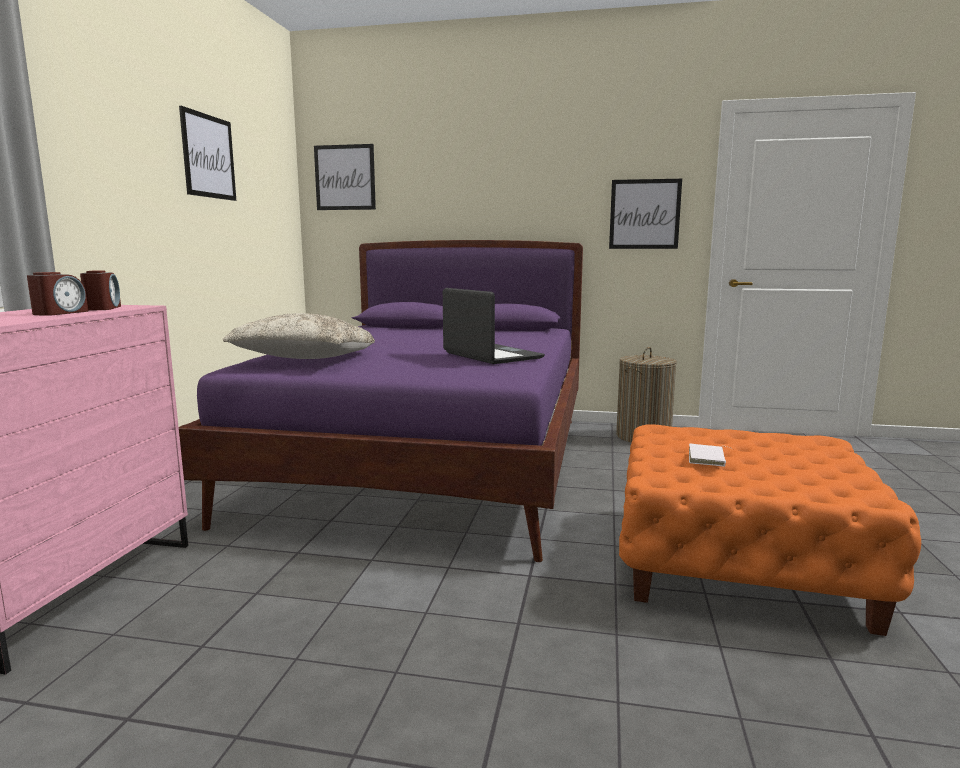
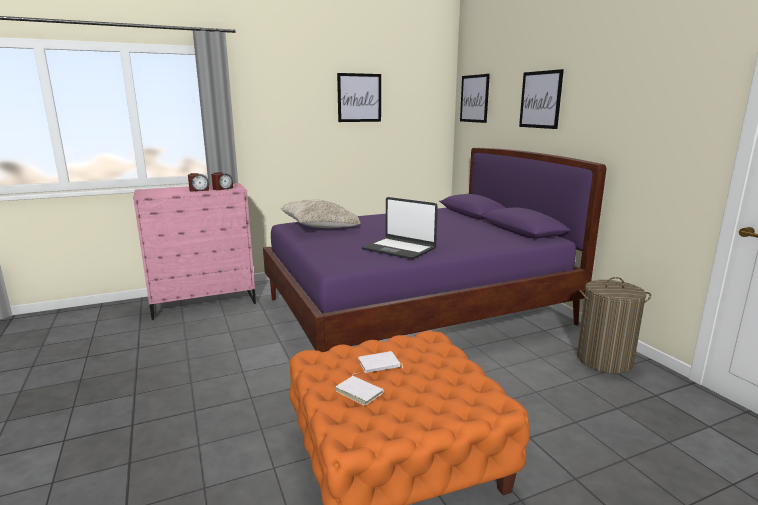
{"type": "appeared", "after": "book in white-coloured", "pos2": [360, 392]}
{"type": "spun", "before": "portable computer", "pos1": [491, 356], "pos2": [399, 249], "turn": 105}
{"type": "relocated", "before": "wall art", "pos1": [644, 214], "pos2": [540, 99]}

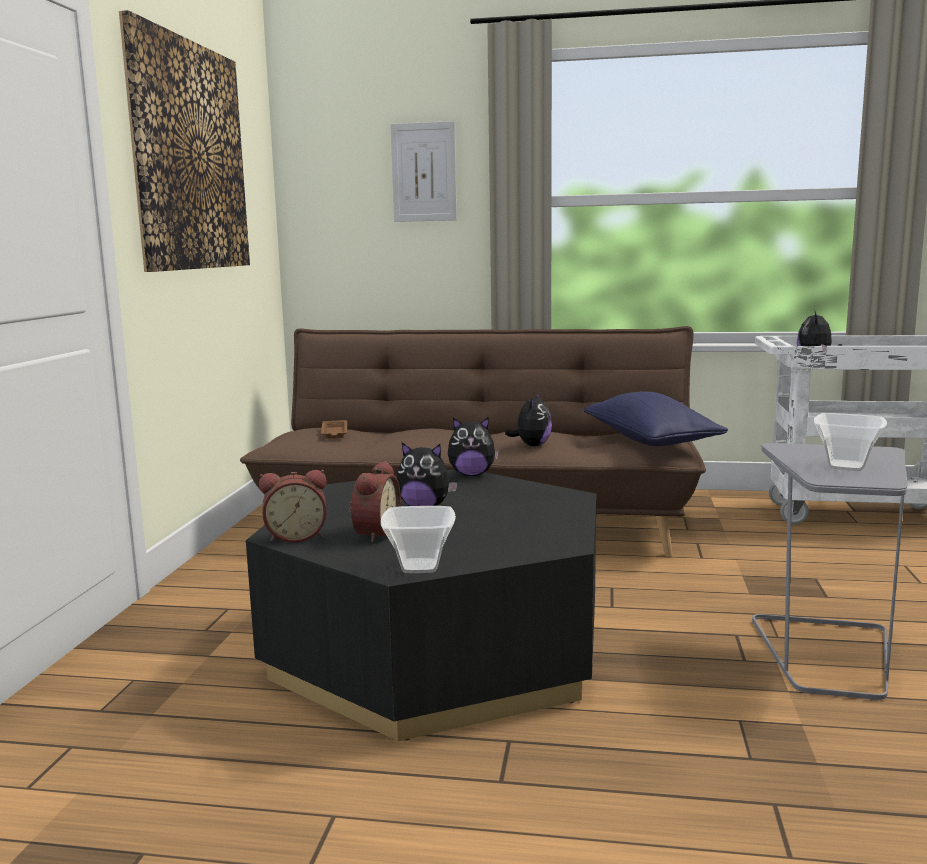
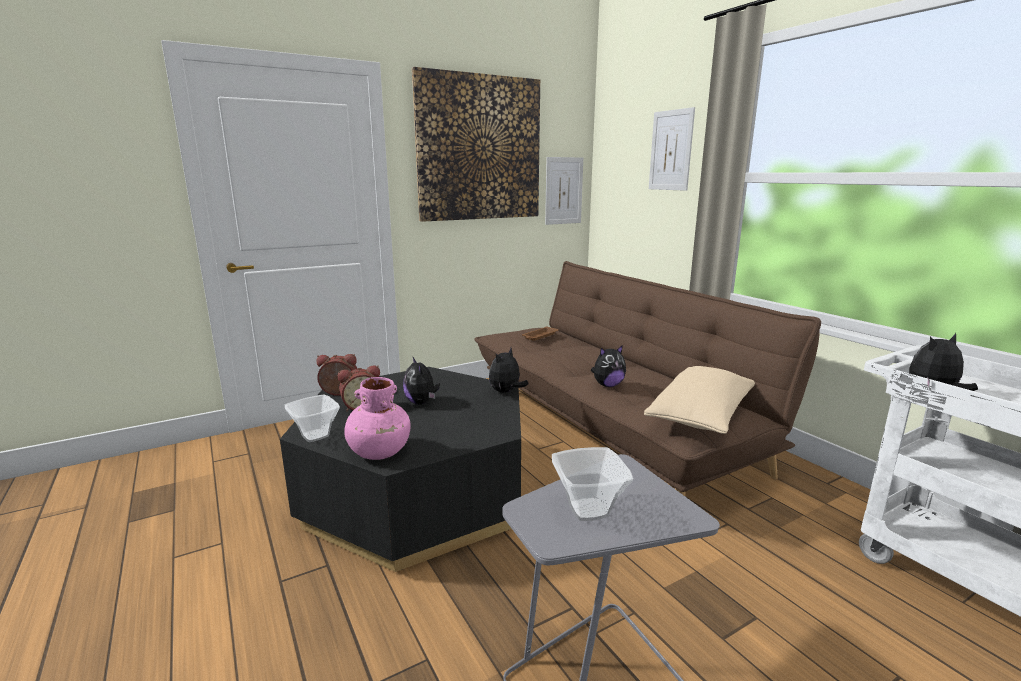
{"type": "spun", "before": "alarm clock", "pos1": [296, 536], "pos2": [339, 393], "turn": 135}
{"type": "appeared", "after": "decorative vase in pink-coloured", "pos2": [379, 452]}
{"type": "spun", "before": "plush toy", "pos1": [472, 474], "pos2": [506, 392], "turn": 75}
{"type": "appeared", "after": "wall art", "pos2": [563, 191]}
{"type": "colour", "before": "throw pillow in bluish", "after": "throw pillow in beige-coloured", "pos1": [650, 441], "pos2": [701, 415]}

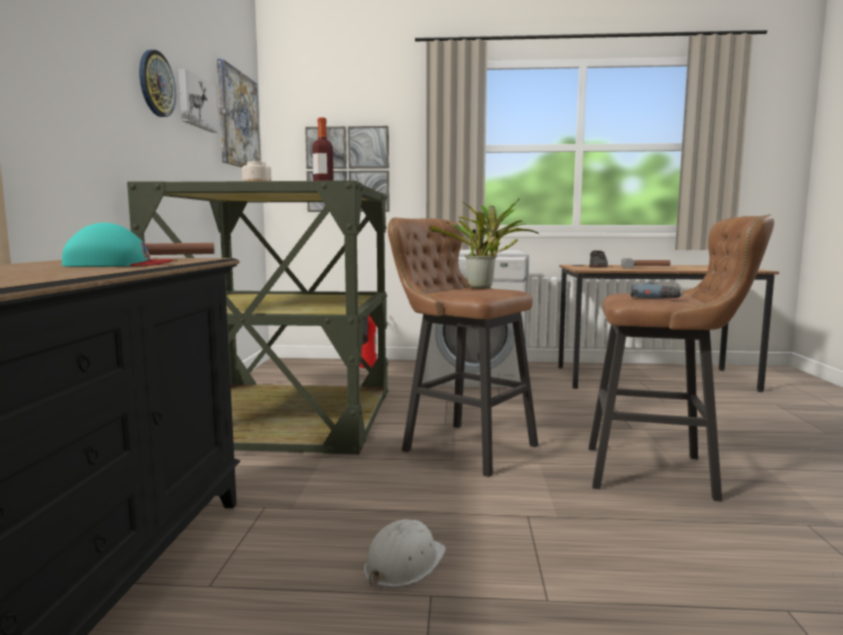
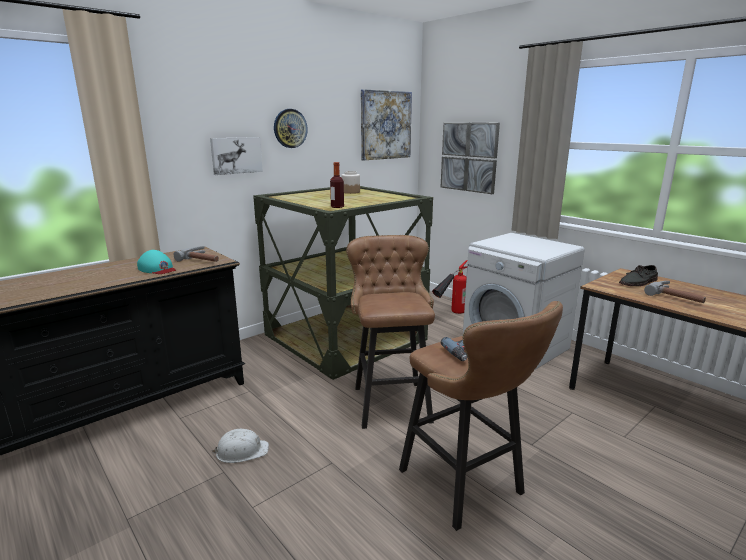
{"type": "relocated", "before": "wall art", "pos1": [196, 102], "pos2": [236, 155]}
{"type": "missing", "before": "houseplant", "pos1": [483, 287]}

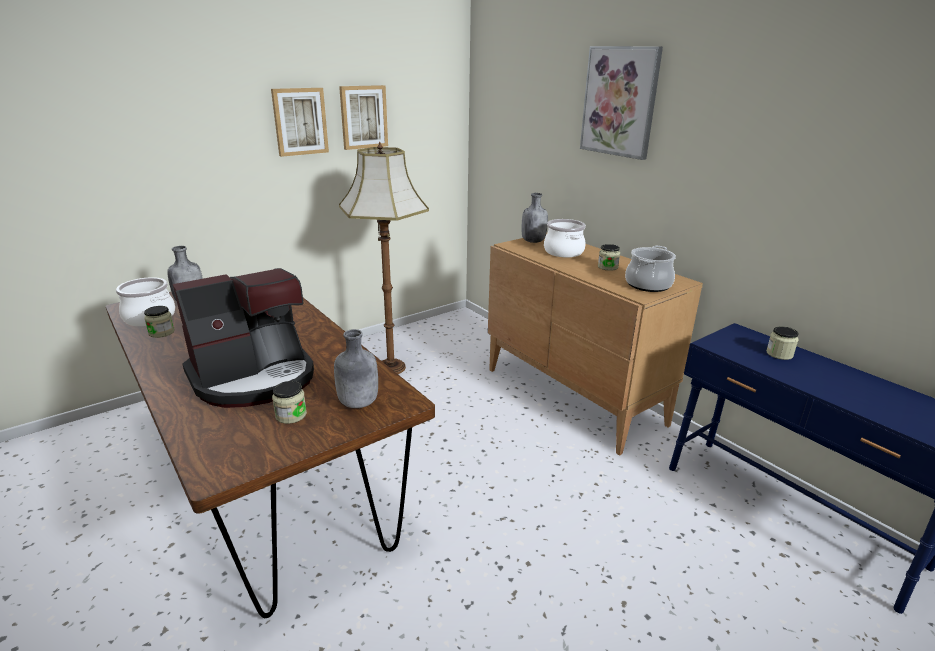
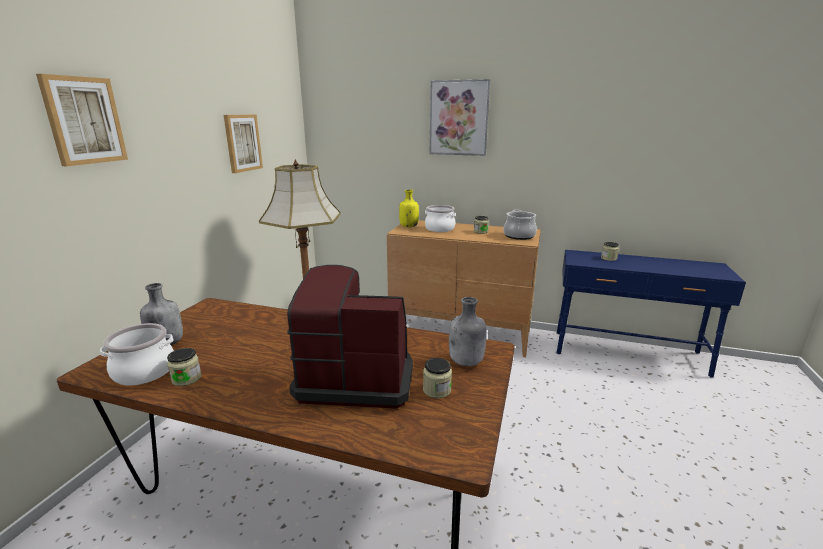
{"type": "relocated", "before": "wall art", "pos1": [300, 121], "pos2": [84, 120]}
{"type": "spun", "before": "coffee maker", "pos1": [254, 378], "pos2": [355, 377], "turn": -105}
{"type": "colour", "before": "drink bottle in grey", "after": "drink bottle in yellowish", "pos1": [533, 241], "pos2": [408, 226]}

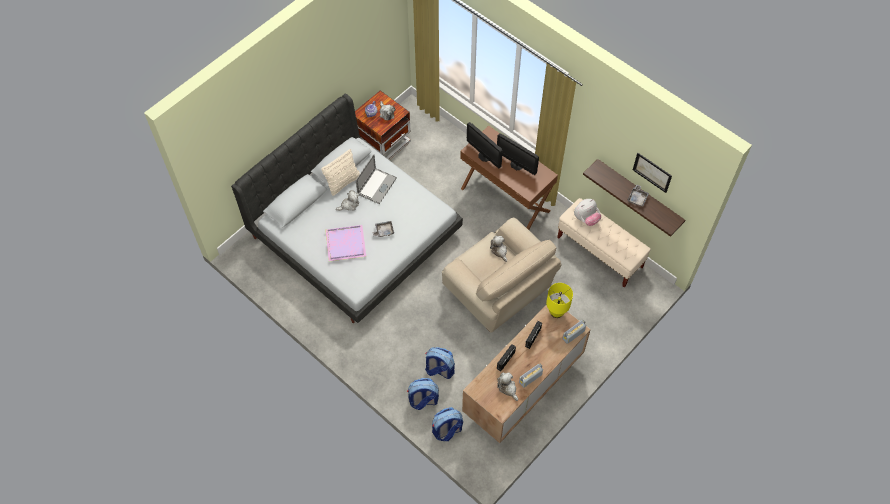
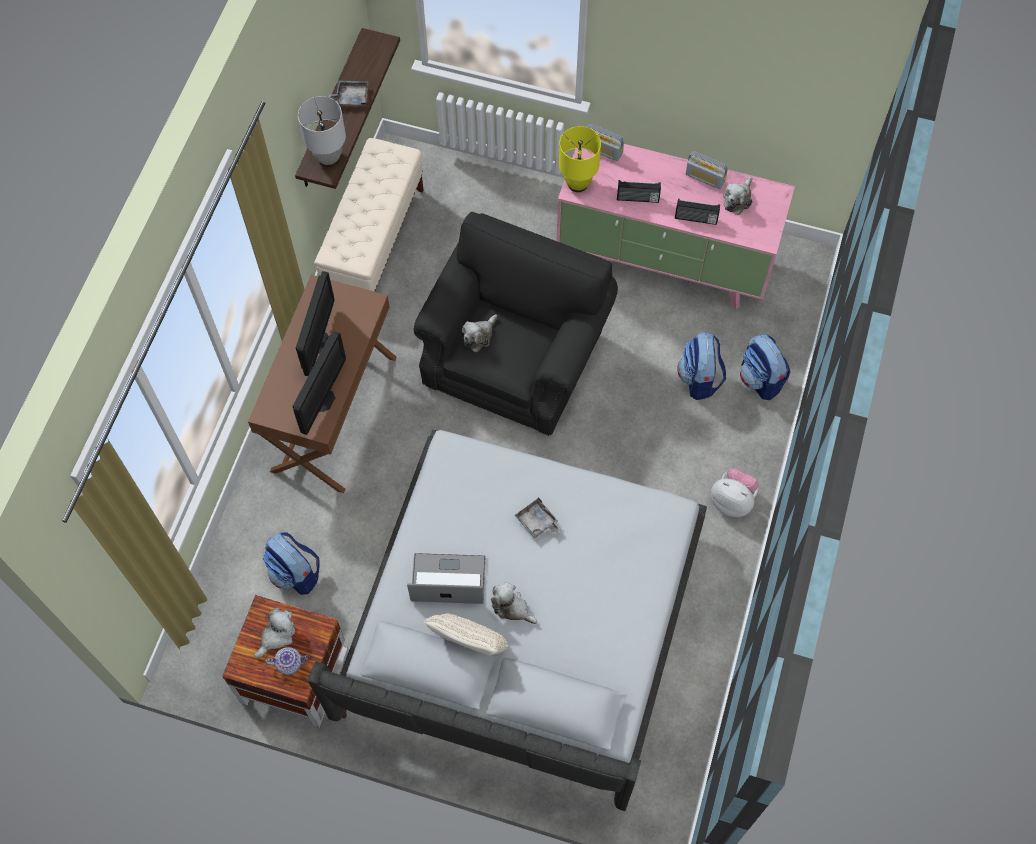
{"type": "relocated", "before": "knapsack", "pos1": [447, 430], "pos2": [295, 573]}
{"type": "appeared", "after": "lamp for a table in white-coloured", "pos2": [328, 158]}
{"type": "colour", "before": "easy chair in beige-coloured", "after": "easy chair in blackish", "pos1": [498, 289], "pos2": [516, 355]}
{"type": "colour", "before": "drawer chest in green-coloured", "after": "drawer chest in pink-coloured", "pos1": [522, 389], "pos2": [665, 258]}
{"type": "relocated", "before": "plush toy", "pos1": [586, 219], "pos2": [732, 500]}
{"type": "missing", "before": "carrying tray in purple-coloured", "pos1": [345, 243]}
{"type": "missing", "before": "wall art", "pos1": [652, 172]}

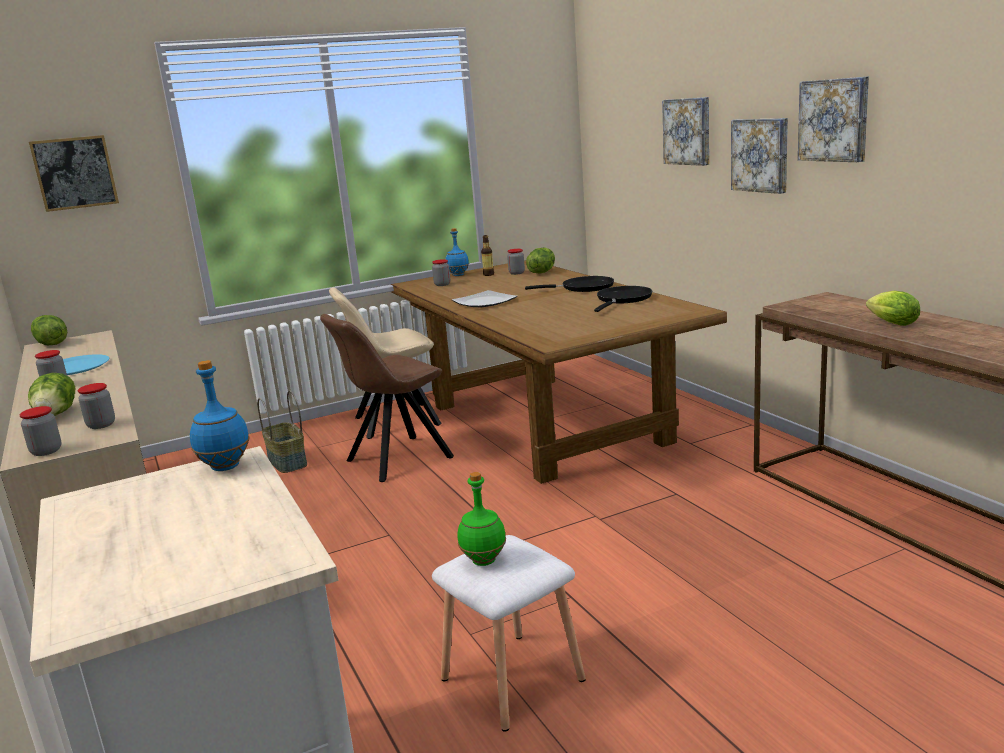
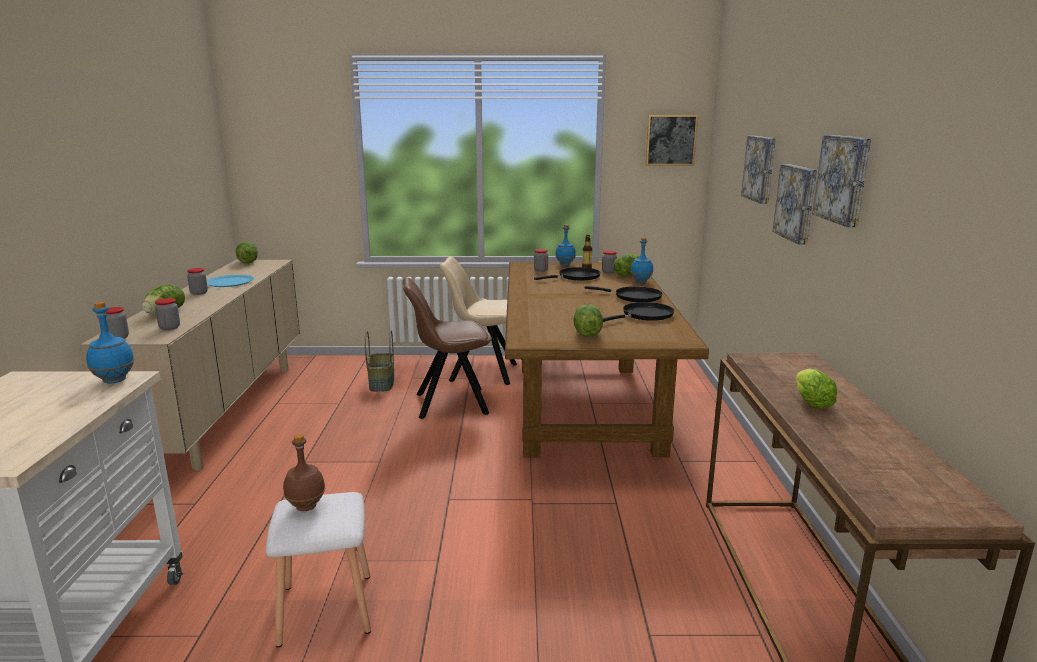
{"type": "colour", "before": "drink bottle in green-coloured", "after": "drink bottle in brown", "pos1": [484, 561], "pos2": [306, 507]}
{"type": "appeared", "after": "pan in blackish", "pos2": [576, 277]}
{"type": "appeared", "after": "lettuce head", "pos2": [586, 333]}
{"type": "appeared", "after": "drink bottle in bluish", "pos2": [641, 281]}
{"type": "relocated", "before": "wall art", "pos1": [75, 173], "pos2": [671, 140]}
{"type": "missing", "before": "flat dish", "pos1": [484, 302]}

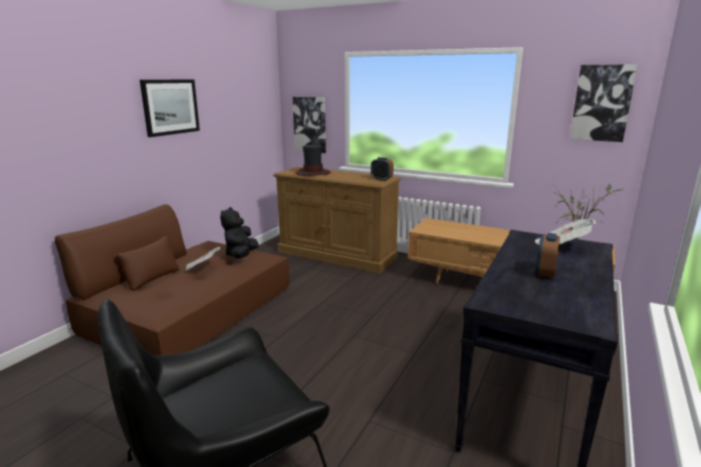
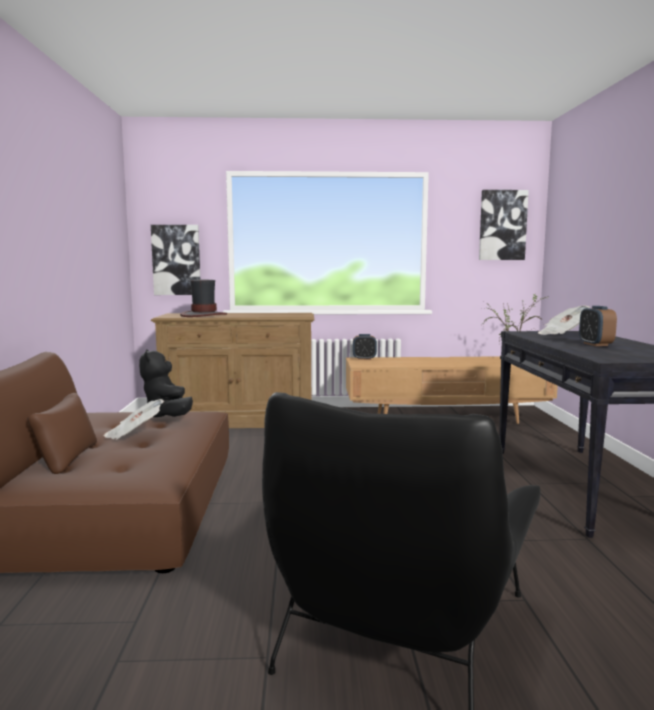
{"type": "relocated", "before": "alarm clock", "pos1": [381, 179], "pos2": [364, 358]}
{"type": "missing", "before": "wall art", "pos1": [170, 107]}

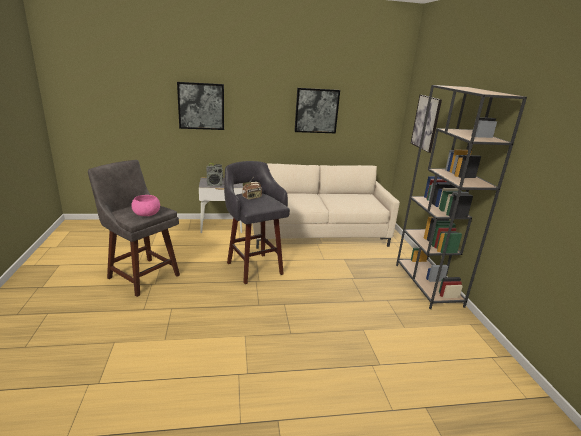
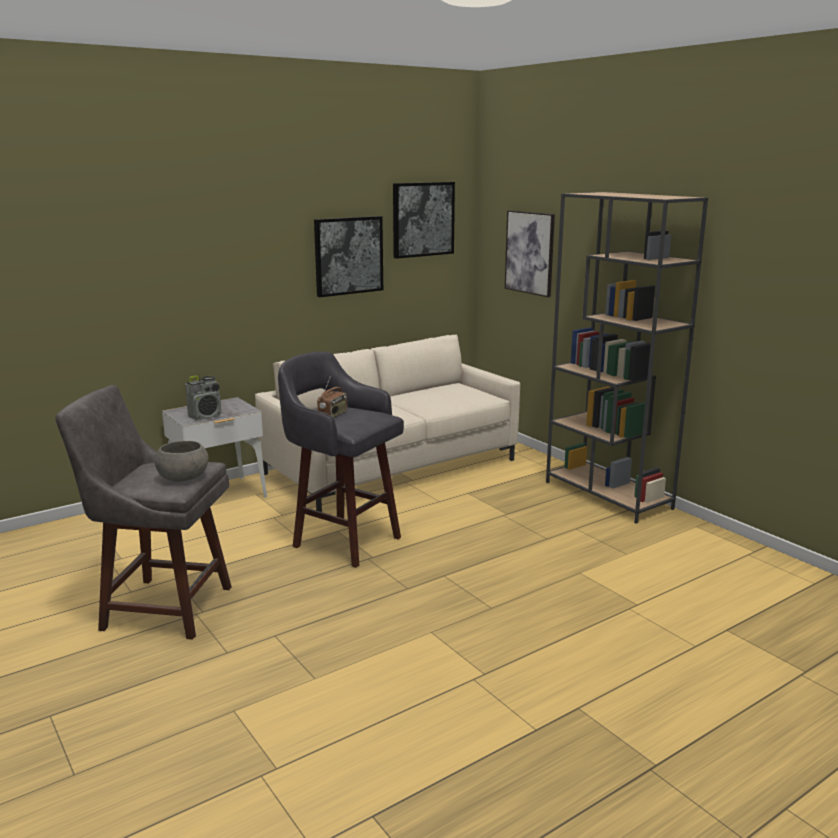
{"type": "colour", "before": "serving bowl in pink-coloured", "after": "serving bowl in grey", "pos1": [147, 214], "pos2": [184, 477]}
{"type": "relocated", "before": "wall art", "pos1": [201, 106], "pos2": [422, 219]}

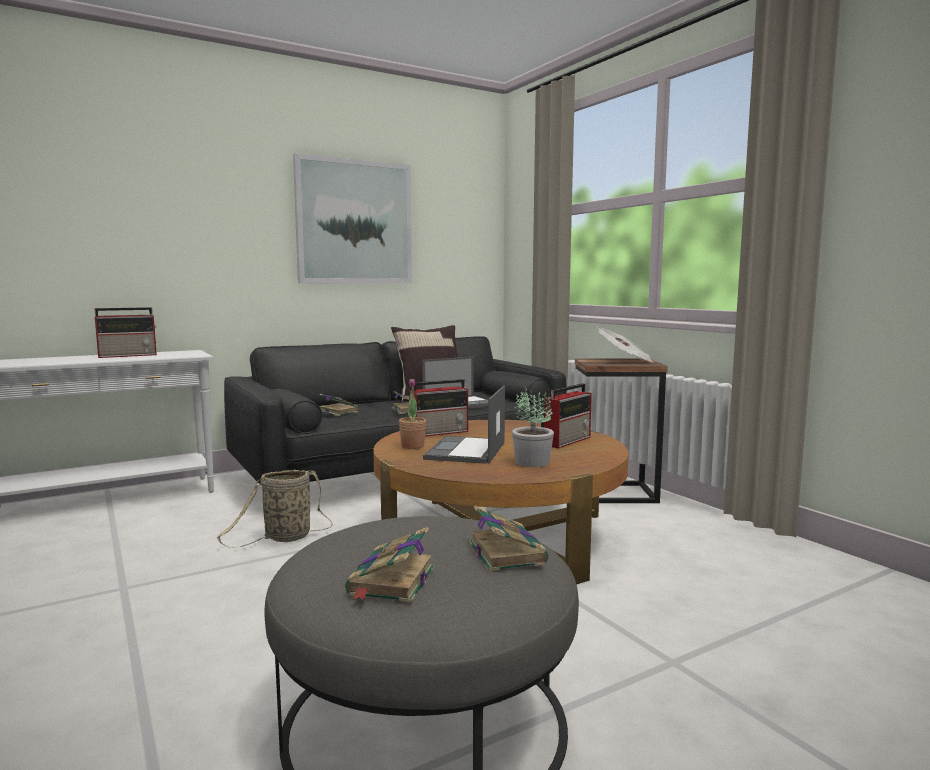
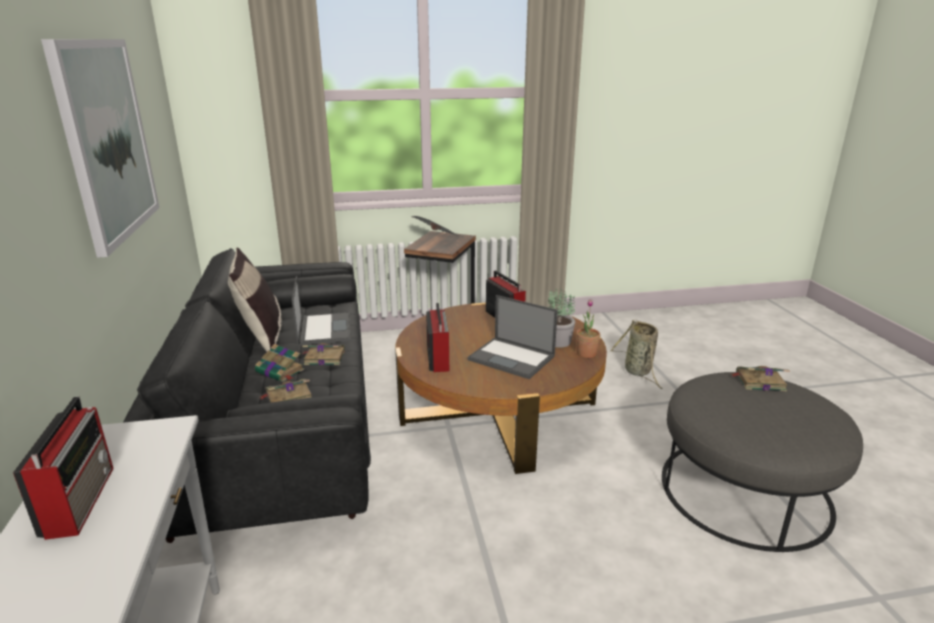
{"type": "relocated", "before": "book", "pos1": [391, 581], "pos2": [280, 371]}
{"type": "relocated", "before": "houseplant", "pos1": [412, 446], "pos2": [586, 354]}
{"type": "relocated", "before": "storage basket", "pos1": [284, 538], "pos2": [638, 372]}

